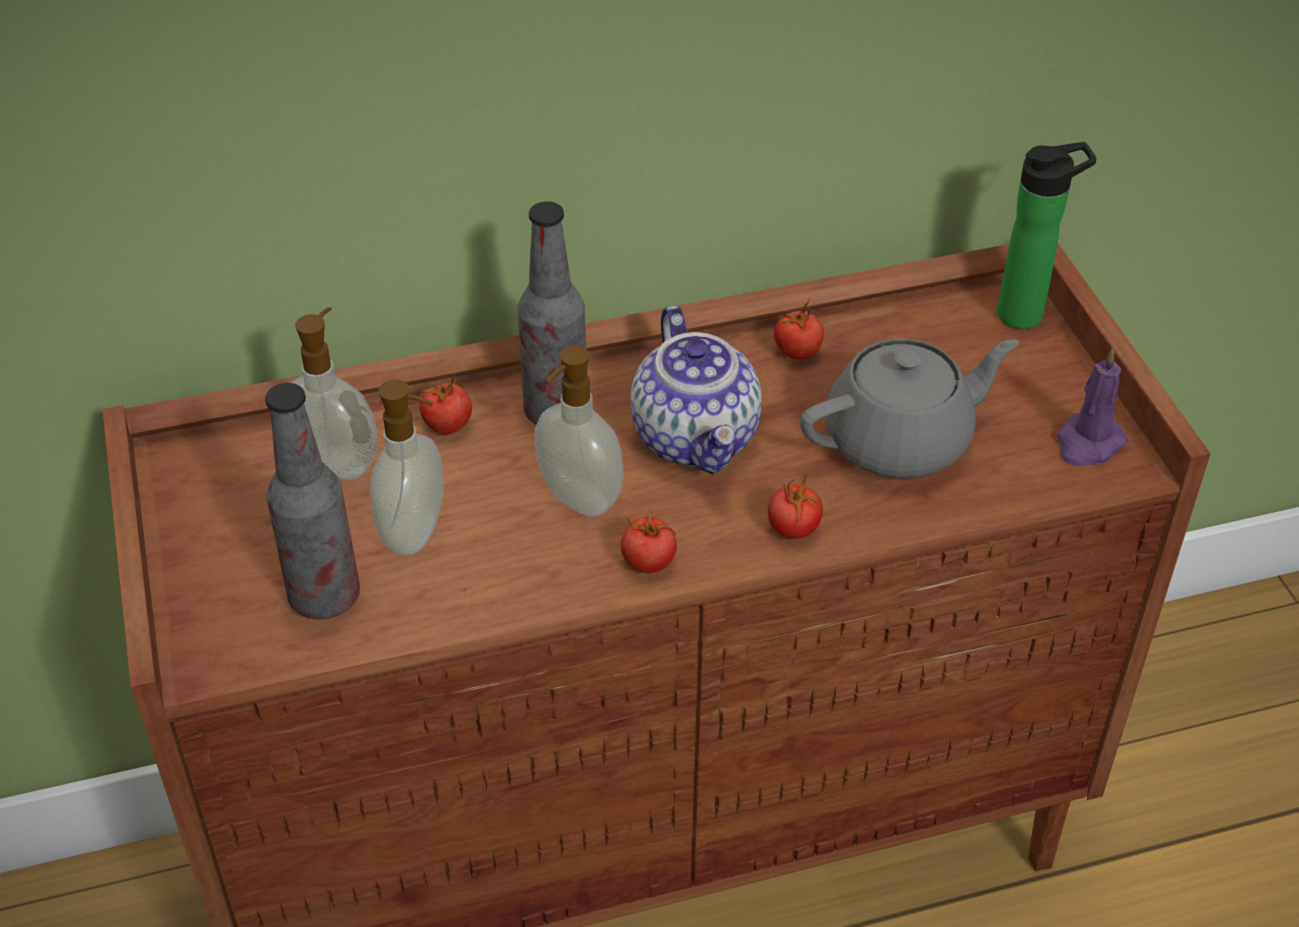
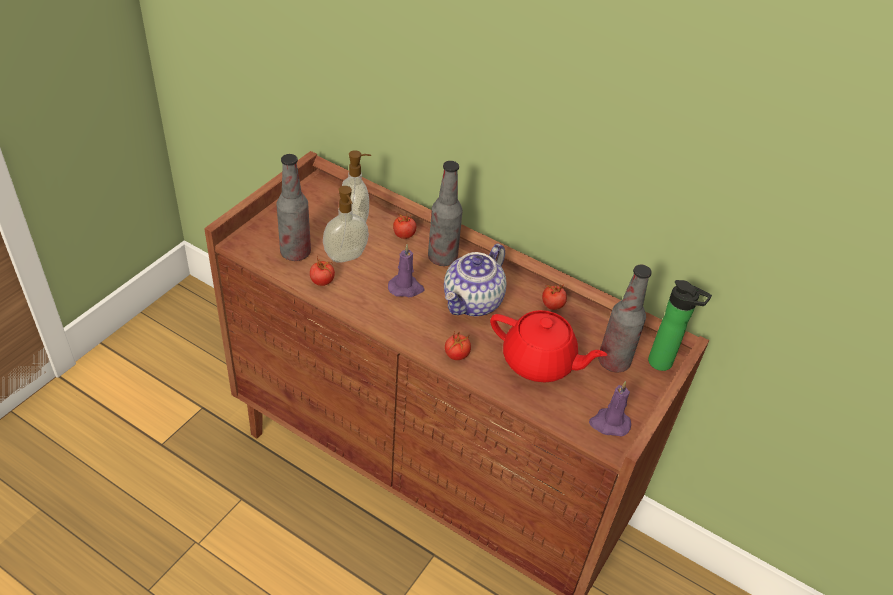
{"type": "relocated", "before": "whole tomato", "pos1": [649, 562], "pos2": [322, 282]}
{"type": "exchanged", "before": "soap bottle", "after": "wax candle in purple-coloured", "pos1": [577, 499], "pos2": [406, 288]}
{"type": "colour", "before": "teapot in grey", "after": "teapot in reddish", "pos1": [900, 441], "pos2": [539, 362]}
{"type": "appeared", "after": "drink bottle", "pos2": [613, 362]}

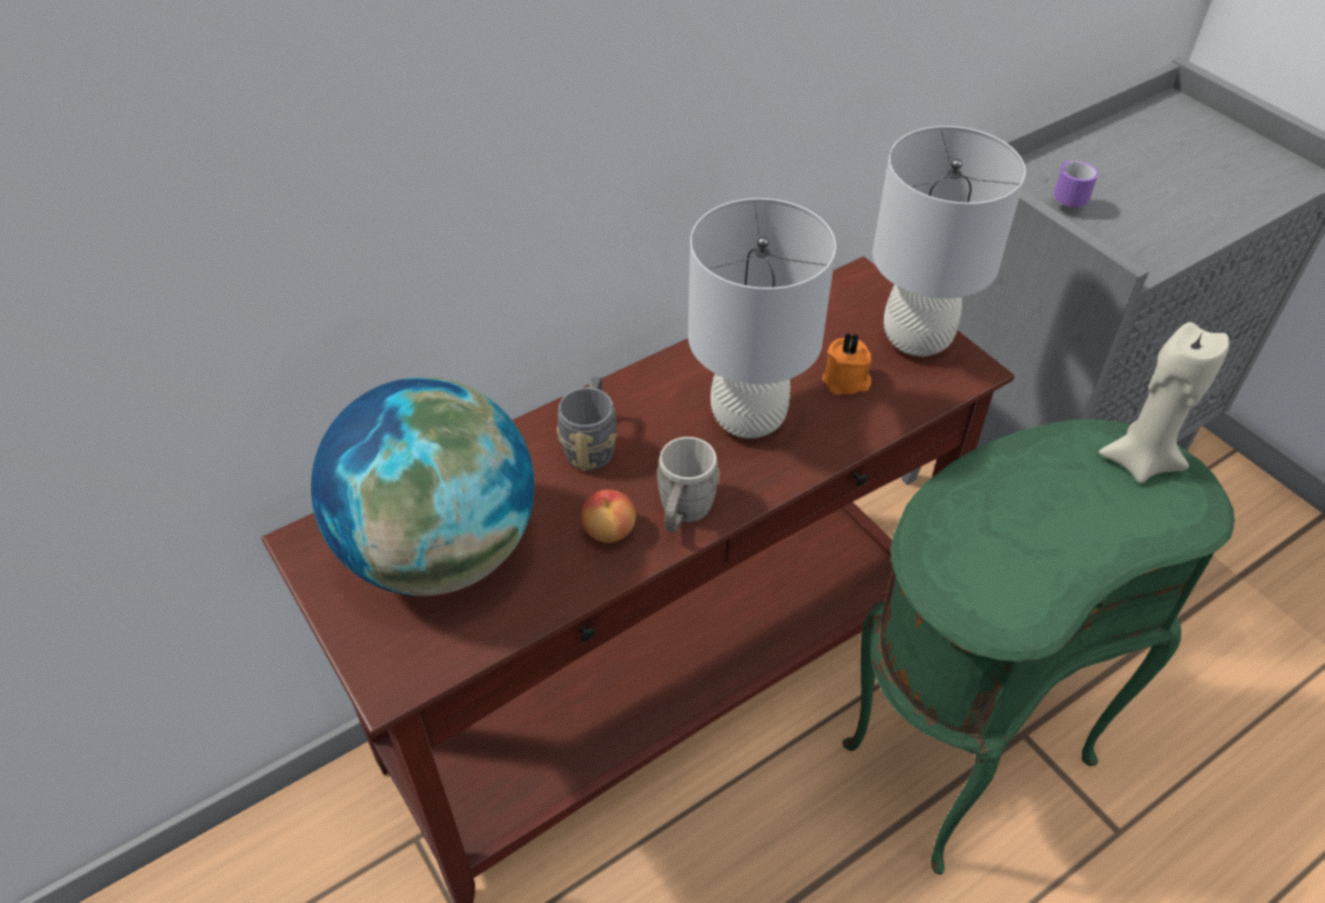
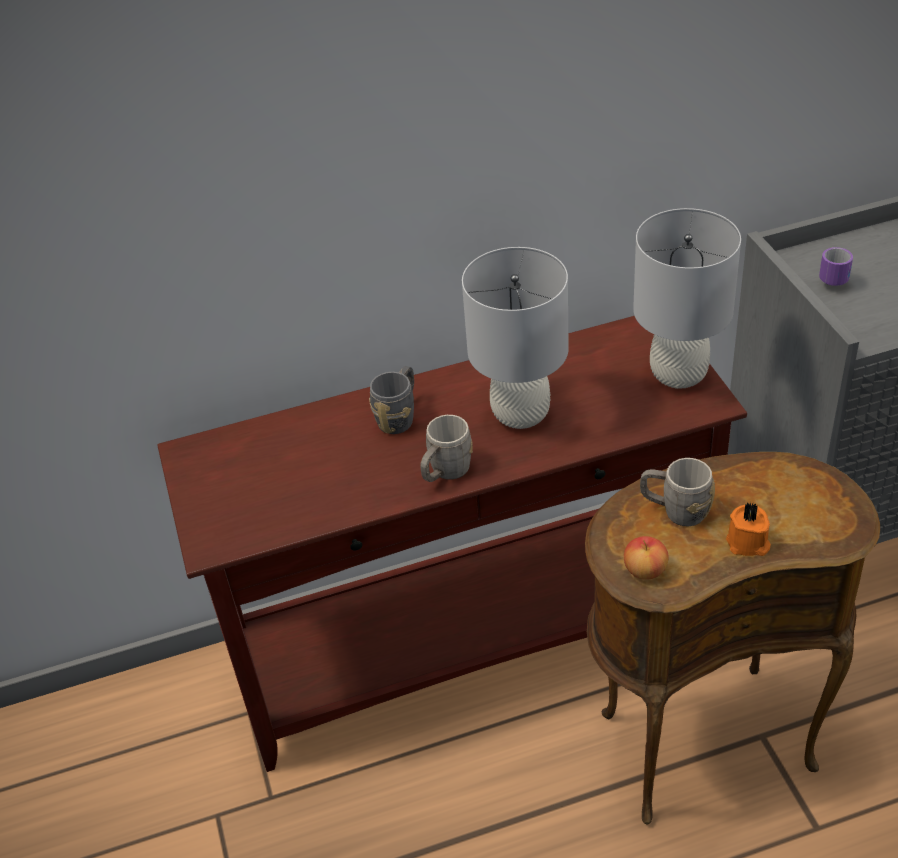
{"type": "colour", "before": "accent table in green-coloured", "after": "accent table in brown", "pos1": [960, 749], "pos2": [701, 736]}
{"type": "relocated", "before": "whole apple", "pos1": [609, 531], "pos2": [645, 570]}
{"type": "appeared", "after": "coffee mug in grey", "pos2": [675, 510]}
{"type": "relocated", "before": "wax candle in orange", "pos1": [846, 381], "pos2": [748, 544]}
{"type": "missing", "before": "world globe", "pos1": [441, 551]}
{"type": "missing", "before": "wax candle in beige-coloured", "pos1": [1139, 461]}

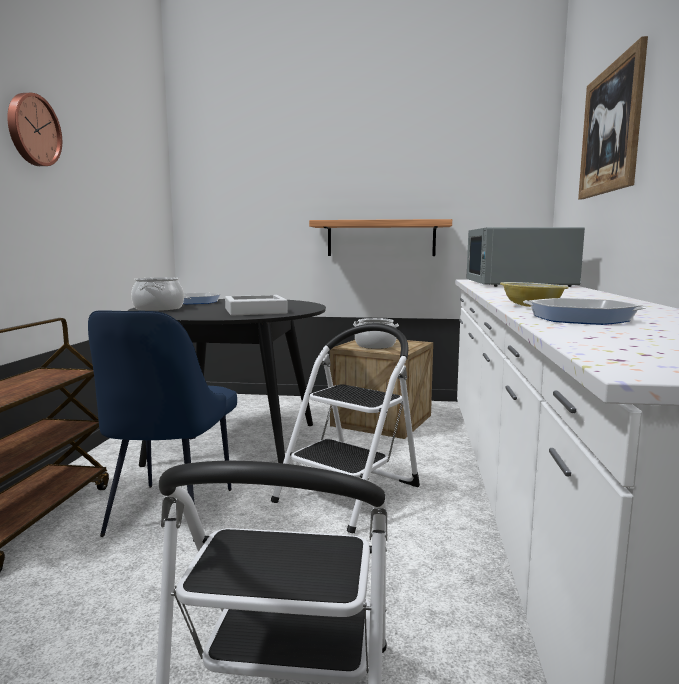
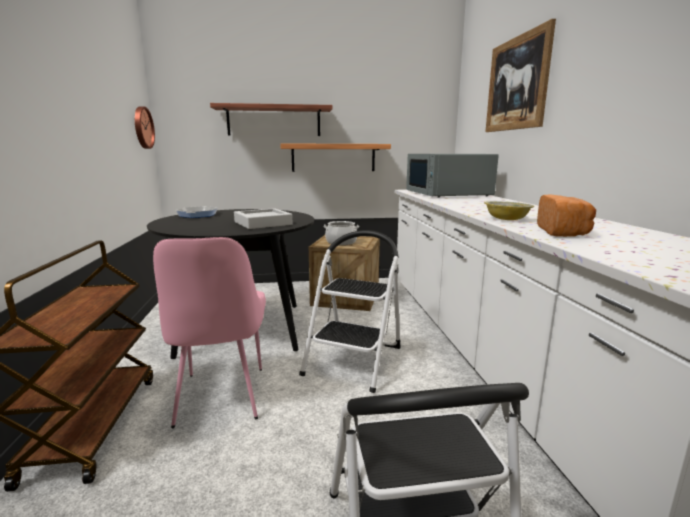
{"type": "relocated", "before": "clock on the wall", "pos1": [32, 130], "pos2": [142, 127]}
{"type": "colour", "before": "chair in bluish", "after": "chair in pink-coloured", "pos1": [171, 512], "pos2": [222, 396]}
{"type": "appeared", "after": "wall shelf", "pos2": [274, 121]}
{"type": "exchanged", "before": "pan", "after": "bread", "pos1": [580, 319], "pos2": [563, 232]}
{"type": "missing", "before": "cooking pot", "pos1": [158, 309]}

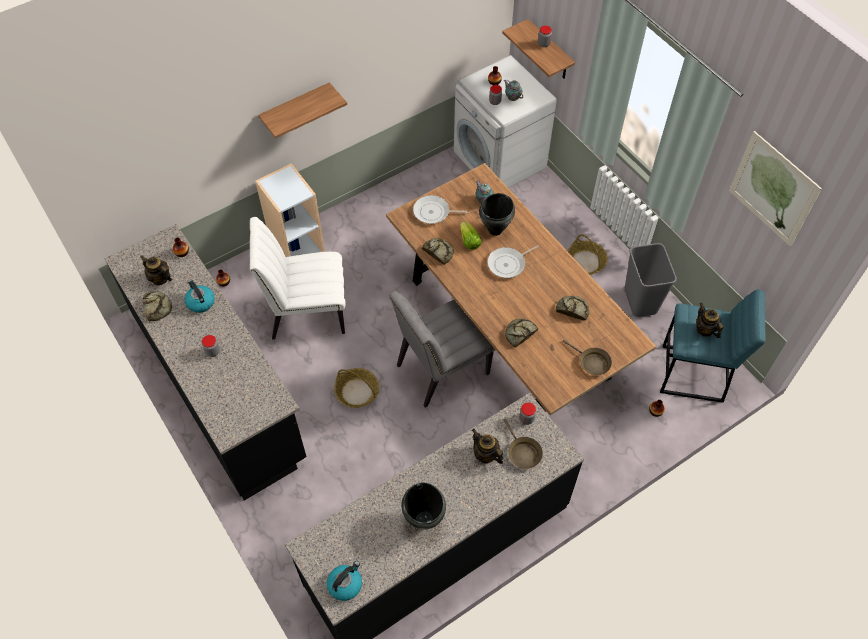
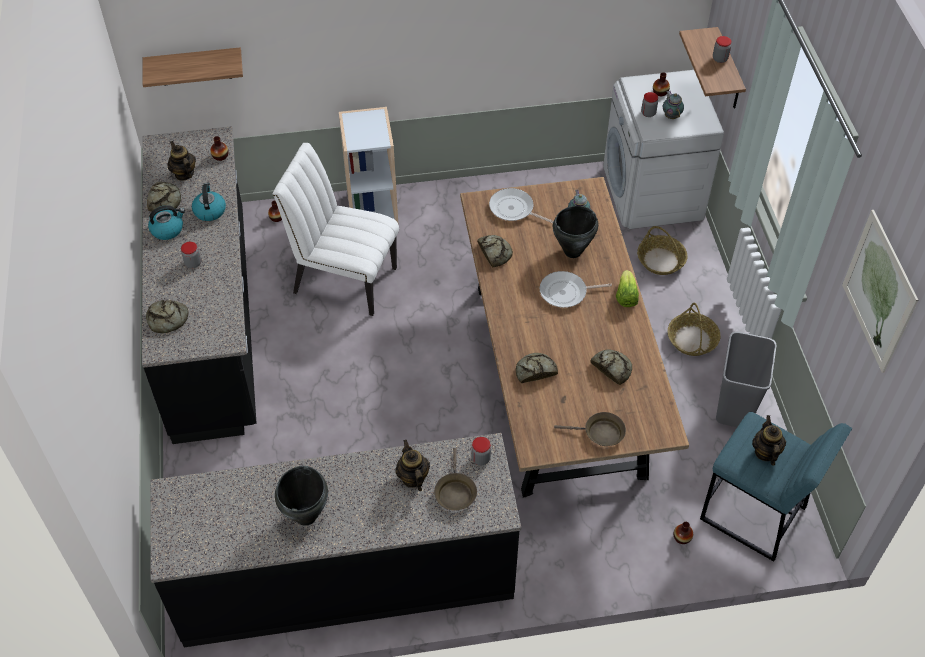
{"type": "relocated", "before": "wall shelf", "pos1": [296, 109], "pos2": [195, 66]}
{"type": "appeared", "after": "bread", "pos2": [167, 320]}
{"type": "relocated", "before": "water kettle", "pos1": [345, 584], "pos2": [167, 229]}
{"type": "spun", "before": "pan in brown", "pos1": [592, 362], "pos2": [600, 433], "turn": -60}
{"type": "relocated", "before": "lettuce head", "pos1": [469, 241], "pos2": [626, 296]}
{"type": "relocated", "before": "storage basket", "pos1": [357, 392], "pos2": [661, 260]}
{"type": "missing", "before": "chair in grey", "pos1": [443, 369]}

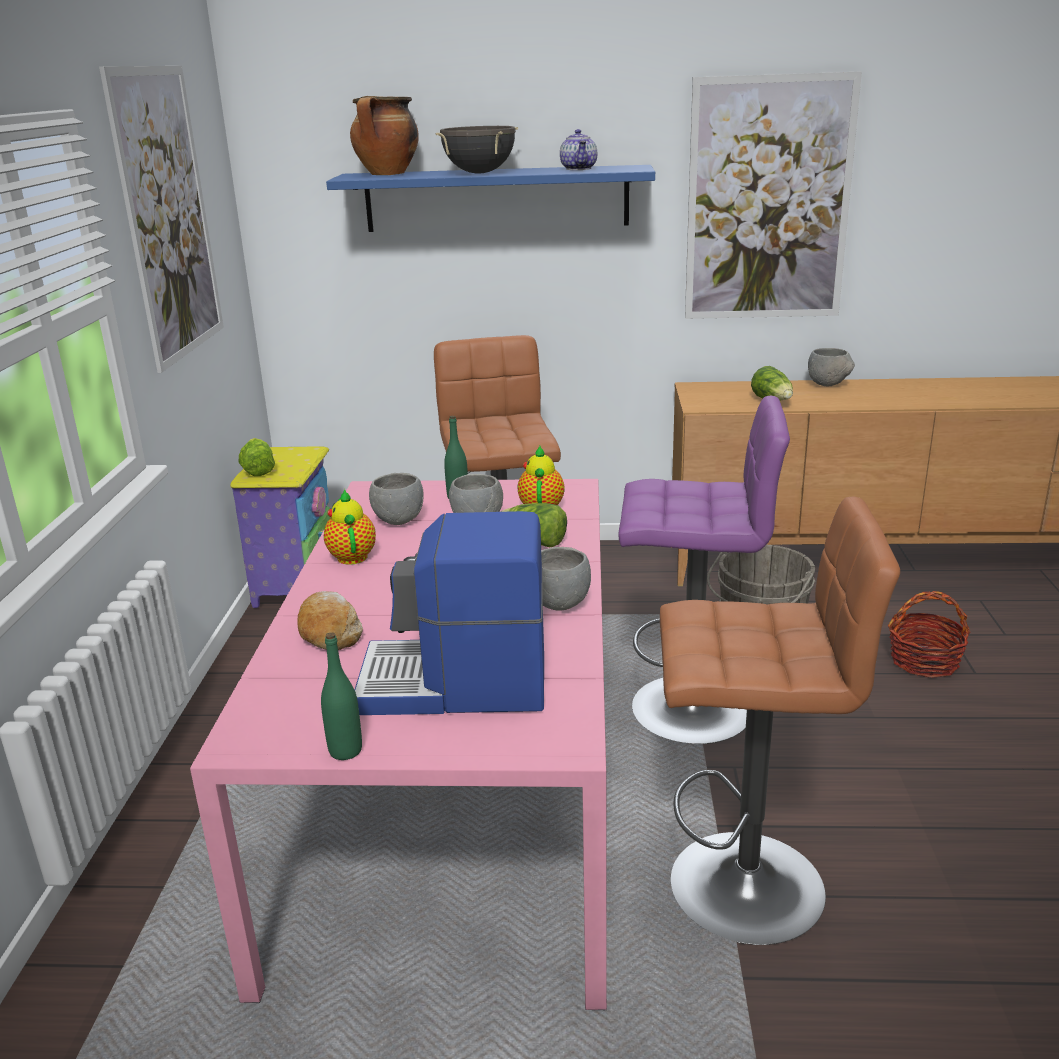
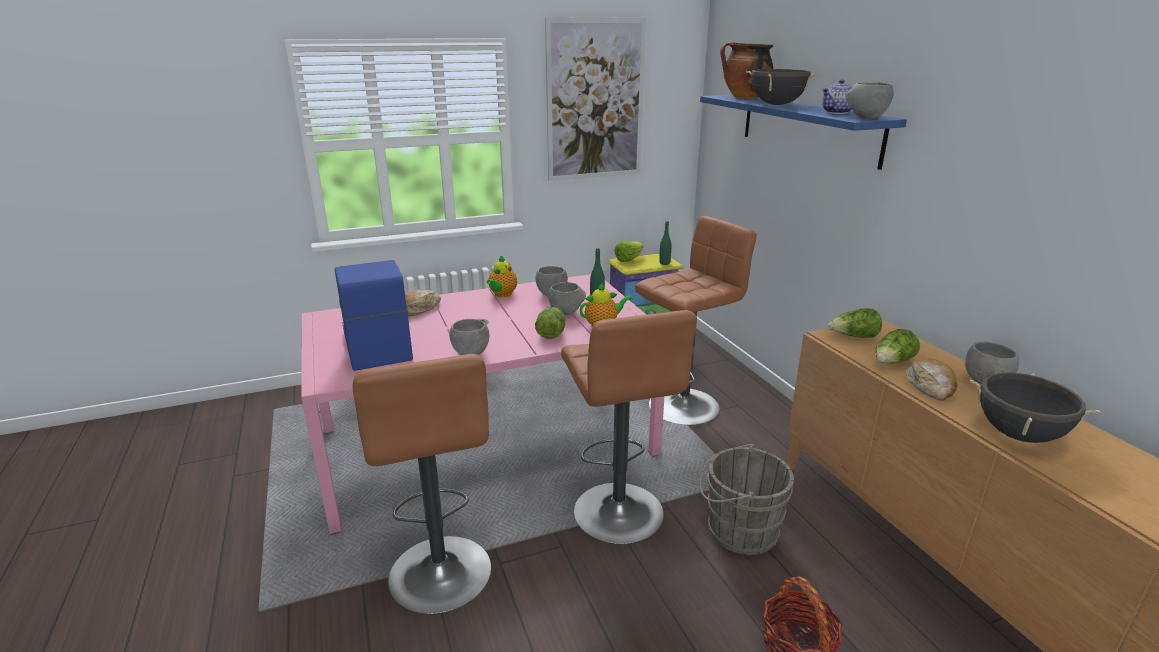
{"type": "spun", "before": "teapot", "pos1": [352, 555], "pos2": [502, 294], "turn": 150}
{"type": "colour", "before": "stool seat in purple-coloured", "after": "stool seat in brown", "pos1": [692, 710], "pos2": [618, 513]}
{"type": "relocated", "before": "drink bottle in green-coloured", "pos1": [345, 751], "pos2": [664, 263]}
{"type": "appeared", "after": "lettuce head", "pos2": [853, 337]}
{"type": "appeared", "after": "serving bowl in grey", "pos2": [866, 118]}
{"type": "appeared", "after": "bread", "pos2": [930, 387]}
{"type": "appeared", "after": "cooking pot in blackish", "pos2": [1018, 435]}
{"type": "missing", "before": "wall art", "pos1": [768, 201]}

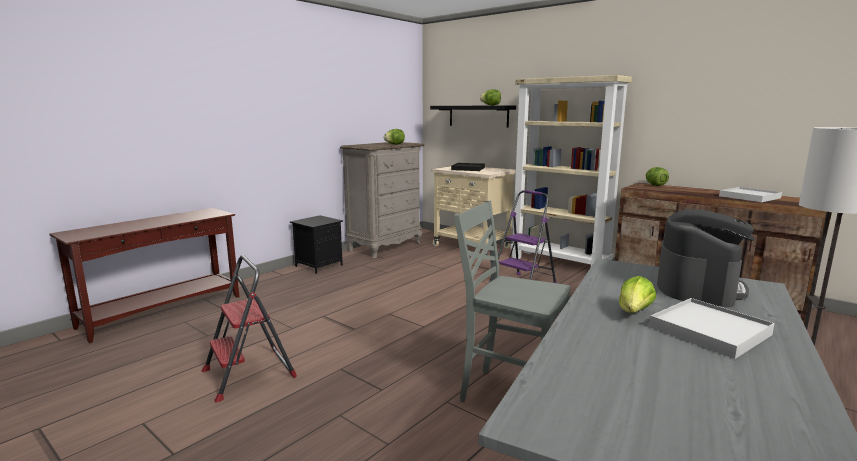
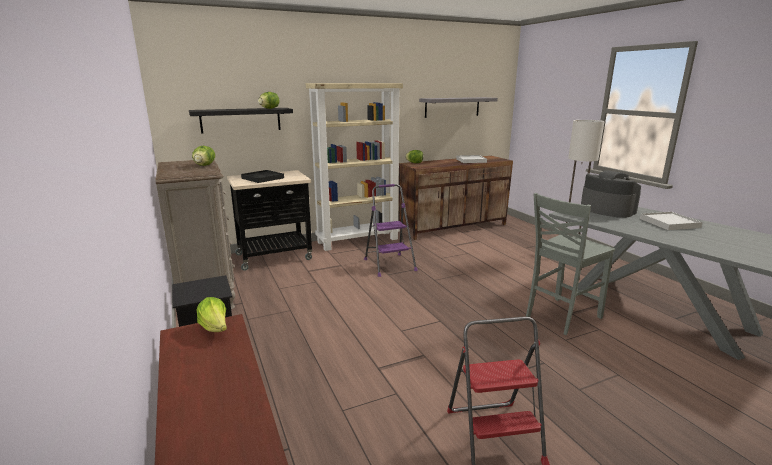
{"type": "relocated", "before": "lettuce head", "pos1": [634, 313], "pos2": [215, 329]}
{"type": "colour", "before": "trolley in beige-coloured", "after": "trolley in blackish", "pos1": [472, 247], "pos2": [274, 256]}
{"type": "appeared", "after": "wall shelf in grey", "pos2": [452, 107]}

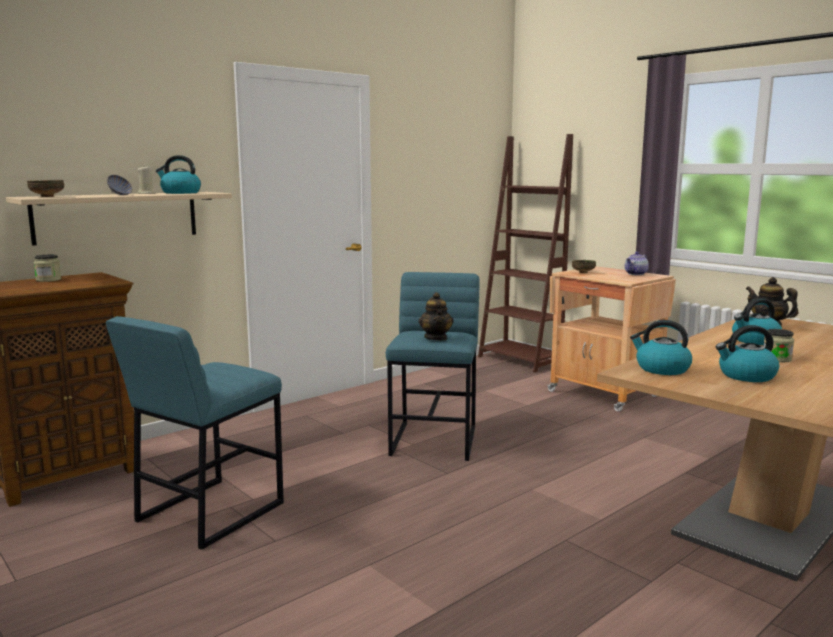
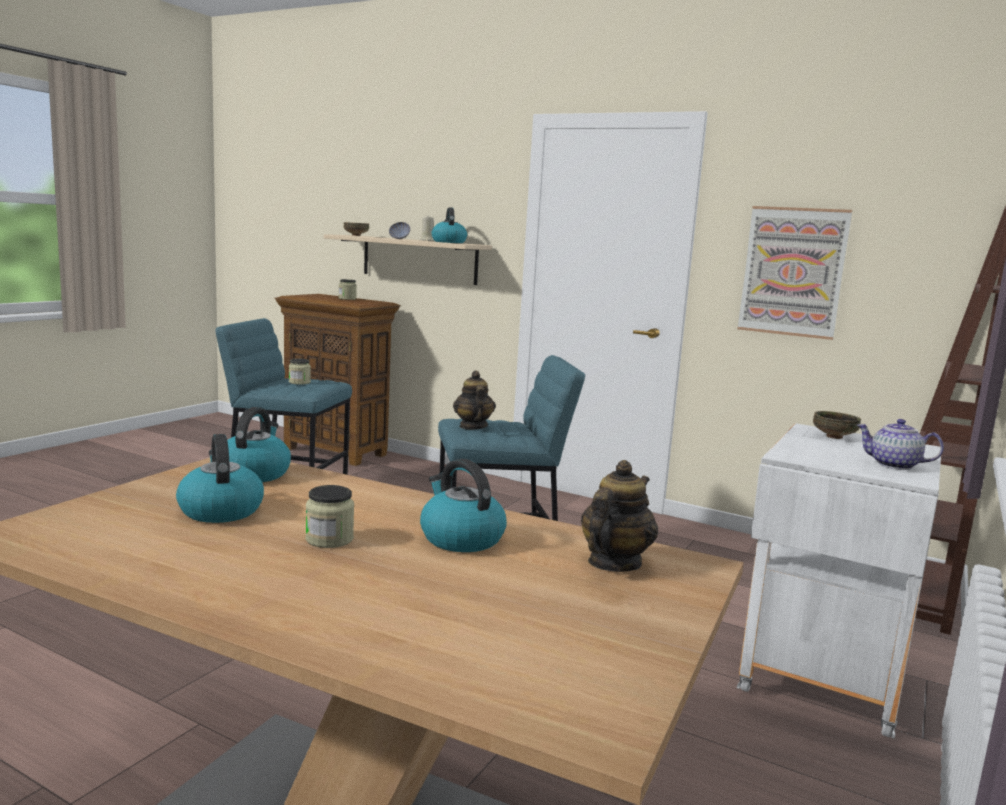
{"type": "appeared", "after": "preserve jar", "pos2": [299, 382]}
{"type": "spun", "before": "teapot", "pos1": [436, 338], "pos2": [472, 426], "turn": 105}
{"type": "appeared", "after": "wall art", "pos2": [793, 272]}
{"type": "colour", "before": "trolley in brown", "after": "trolley in white-coloured", "pos1": [605, 395], "pos2": [822, 678]}

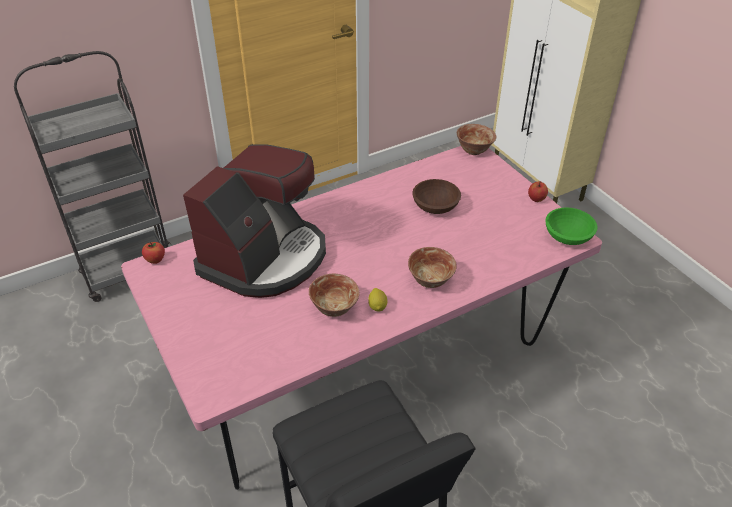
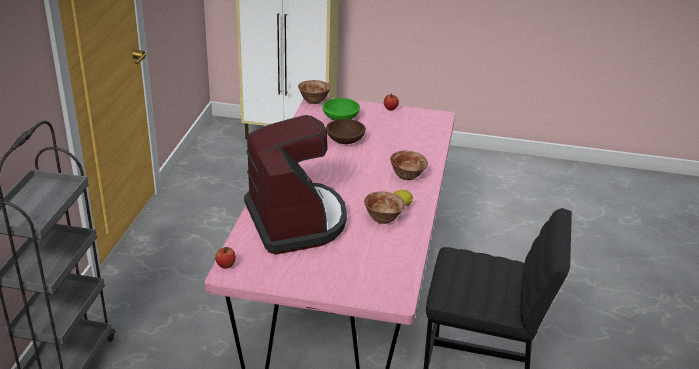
{"type": "relocated", "before": "serving bowl in green-coloured", "pos1": [568, 237], "pos2": [341, 118]}

